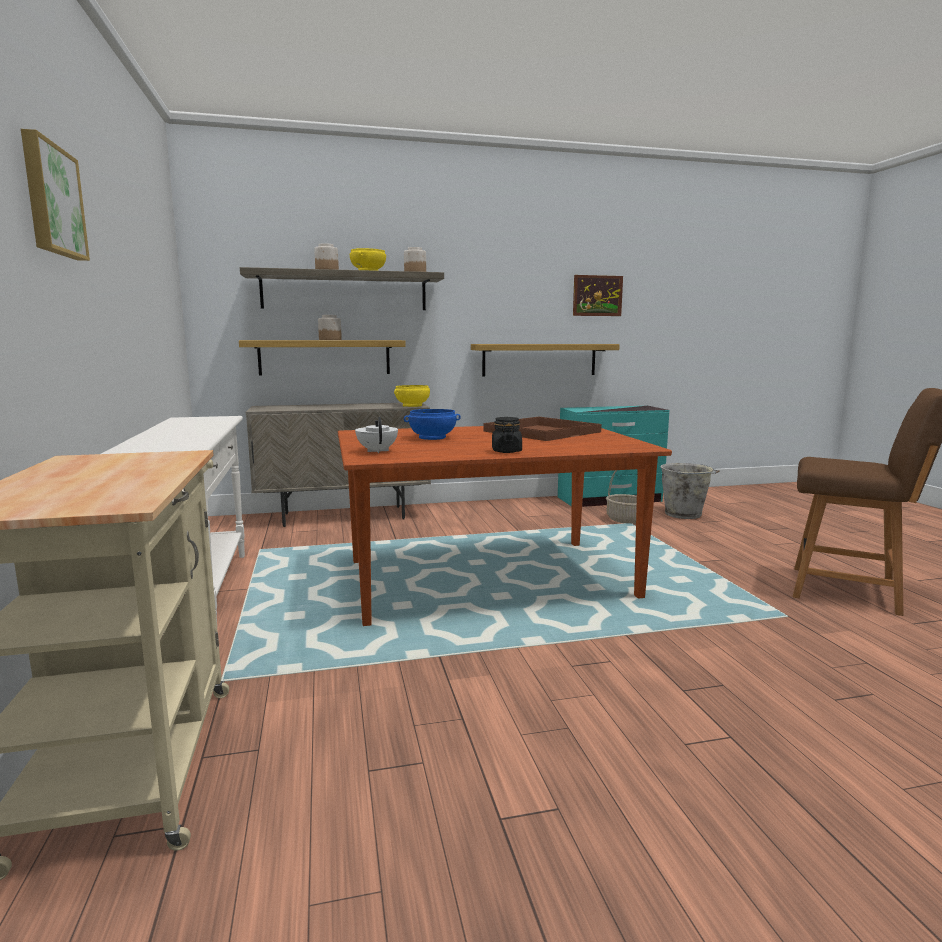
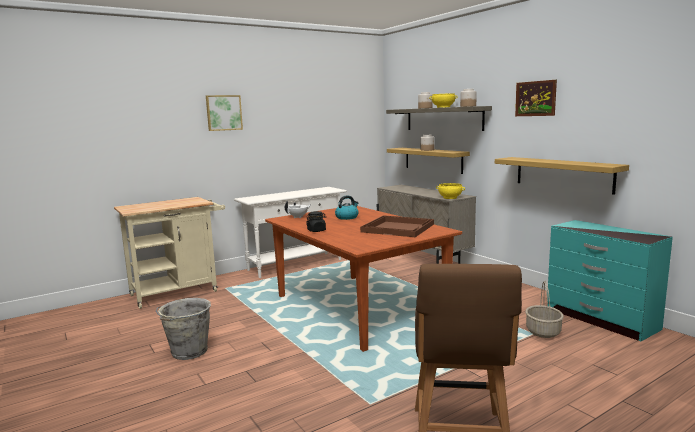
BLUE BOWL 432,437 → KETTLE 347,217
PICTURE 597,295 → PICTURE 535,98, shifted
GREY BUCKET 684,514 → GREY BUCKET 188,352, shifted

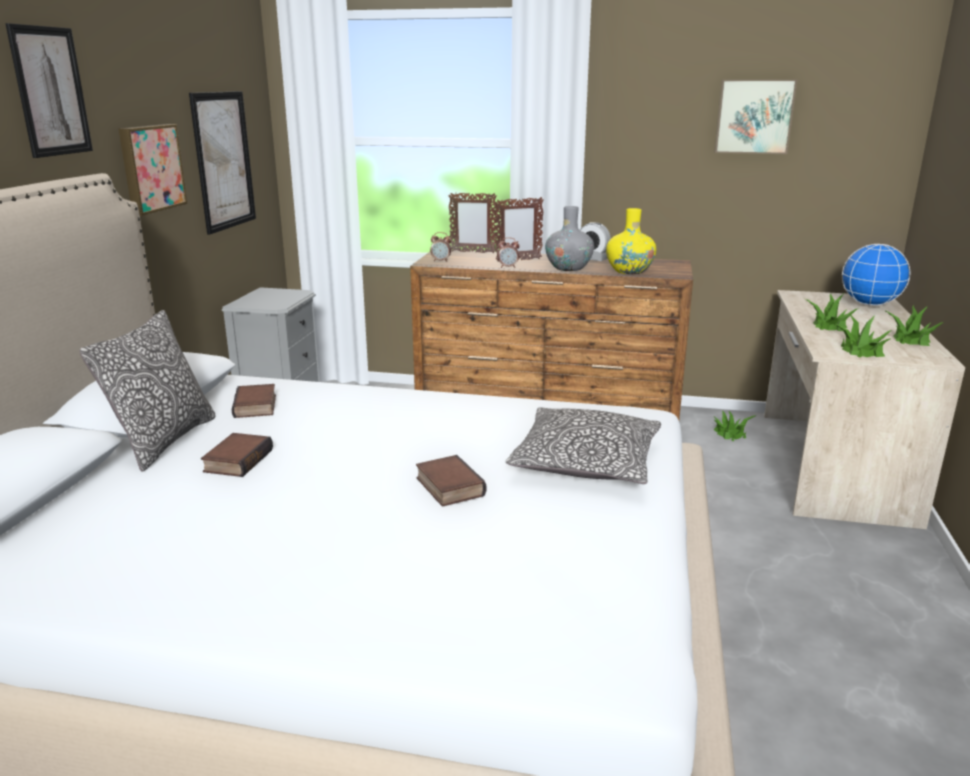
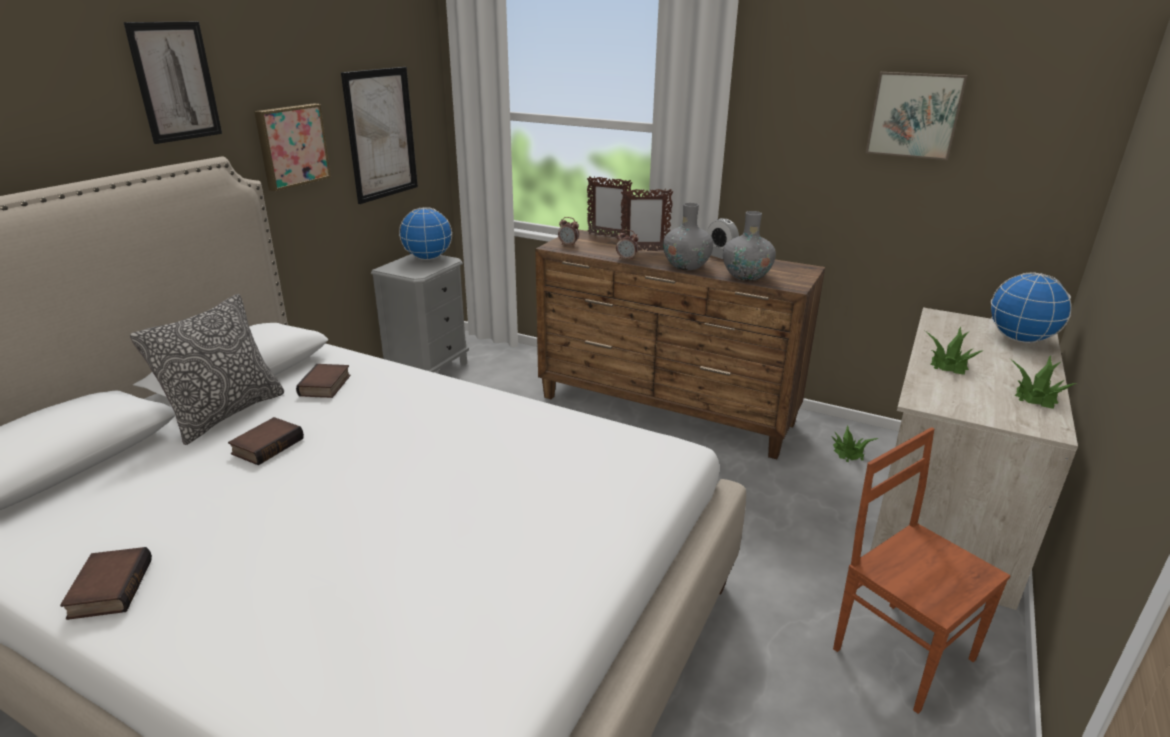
BOOK 447,487 → BOOK 109,588, shifted
PILLOW 586,462 → -
YELLOW VASE 629,271 → GREY VASE 746,276
POTTED PLANT 861,350 → -
- → GLOBE 428,258
- → BROWN CHAIR 902,651

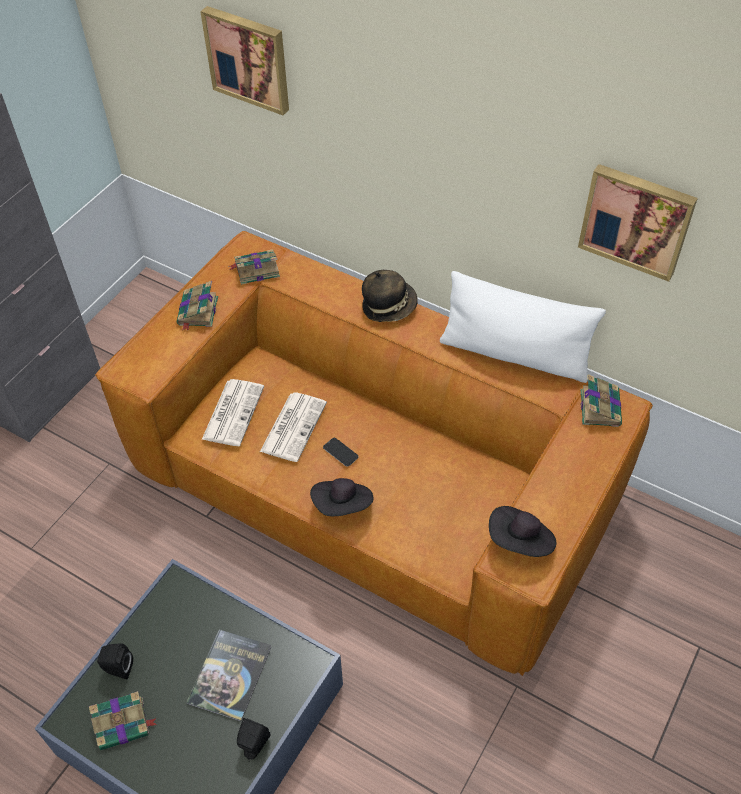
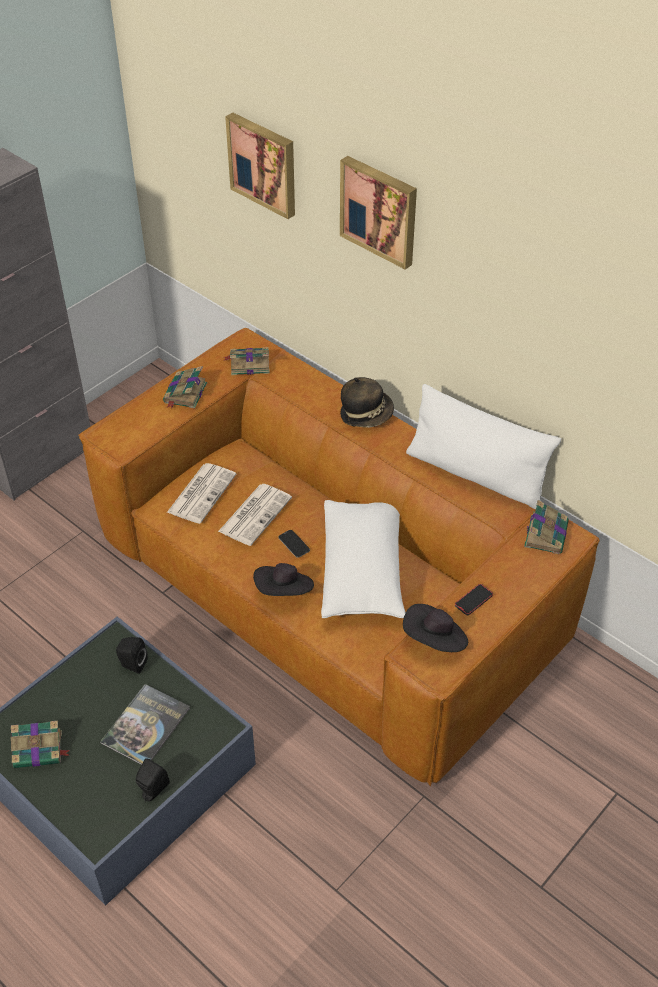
BLACK SPEAKER 117,669 → BLACK SPEAKER 132,664, shifted
PICTURE 636,220 → PICTURE 380,210, shifted
- → WHITE PILLOW 362,571
- → PHONE 473,600

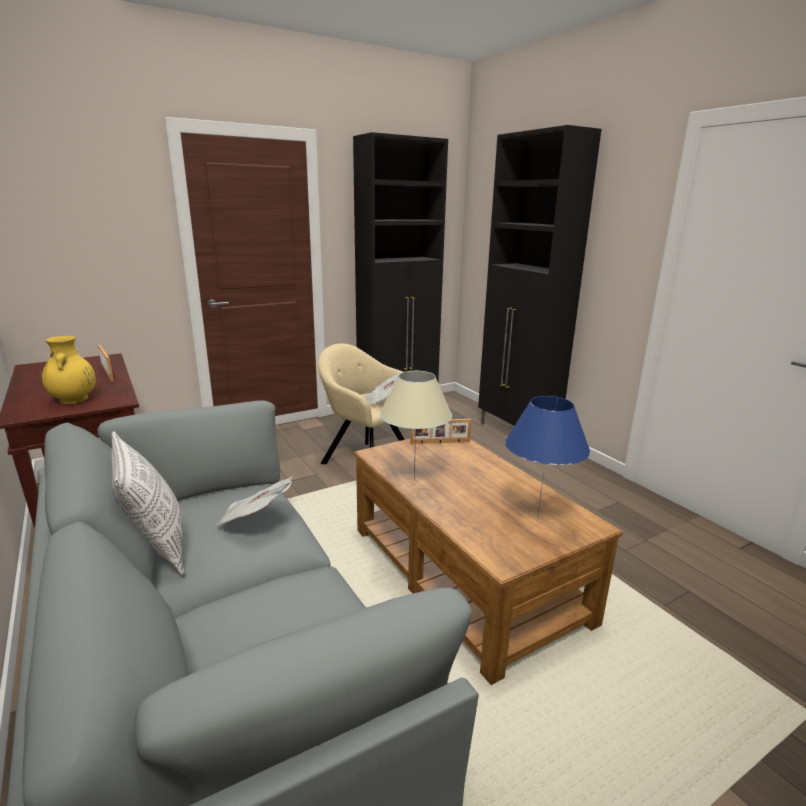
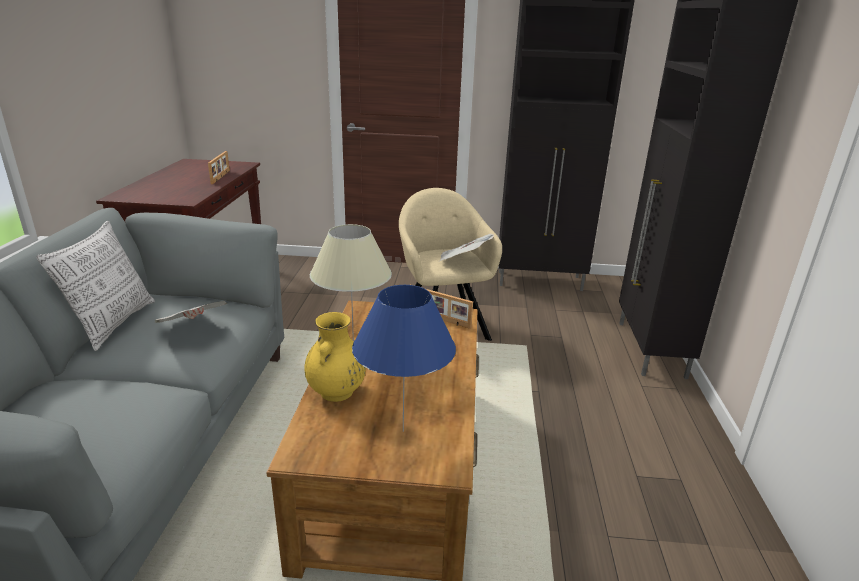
YELLOW VASE 74,400 → YELLOW VASE 336,392, shifted

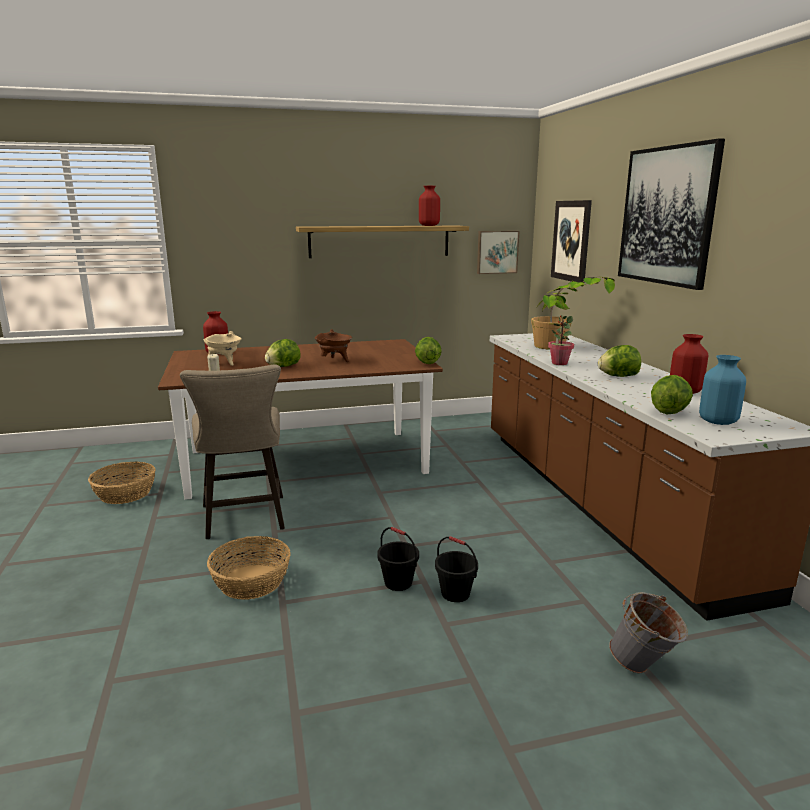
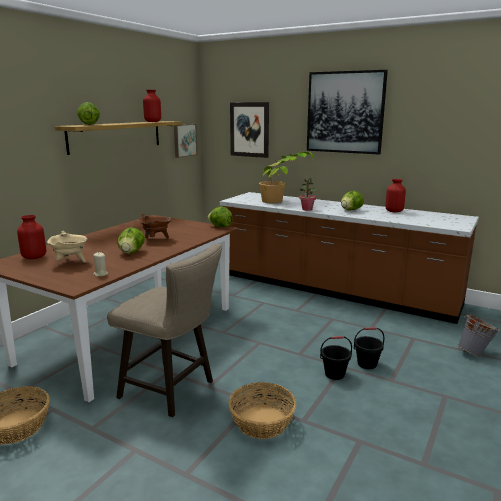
LETTUCE 669,412 → LETTUCE 89,125, shifted
BLUE VASE 717,421 → -

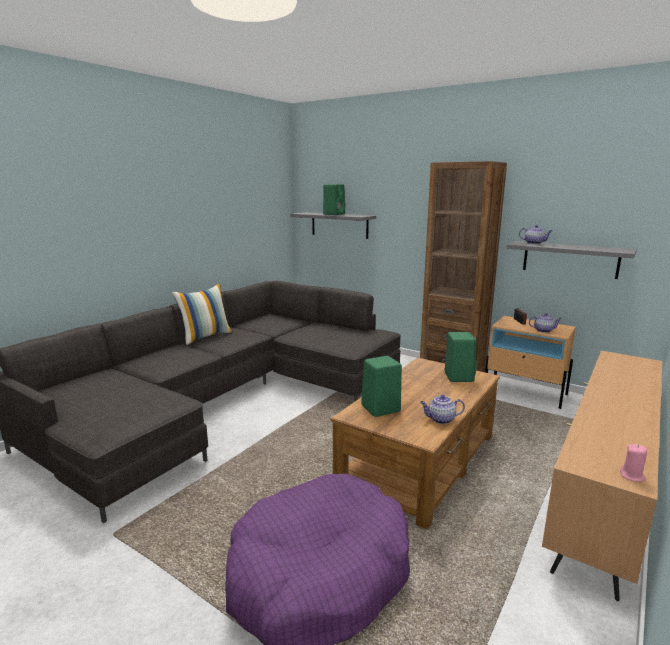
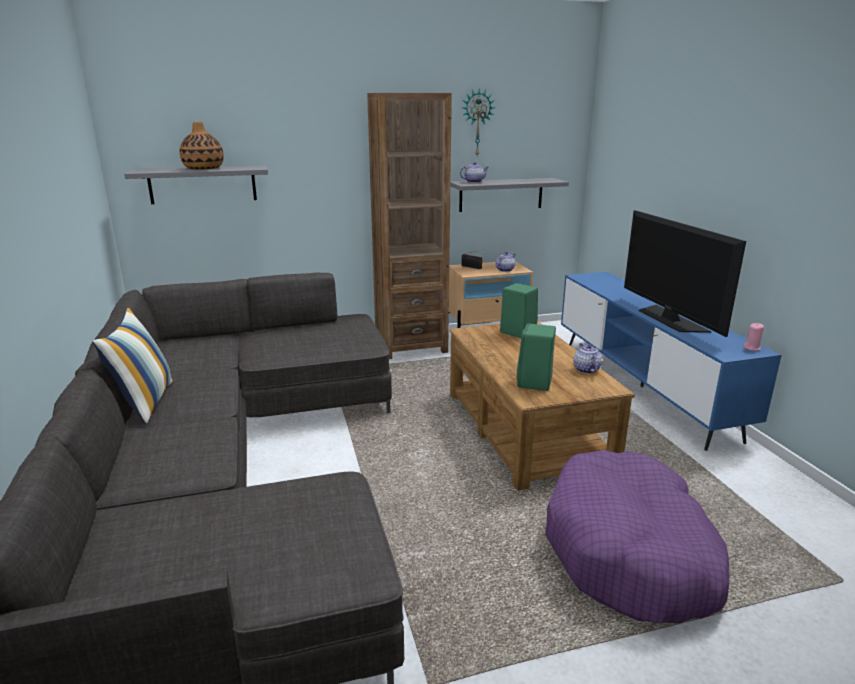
GREEN SPEAKER 334,214 → VASE 203,168
TEAPOT 440,419 → TEAPOT 586,369, 135 degrees clockwise
BROWN TV STAND 602,490 → BLUE TV STAND 641,386
- → WALL CLOCK 477,123
- → TELEVISION 670,319

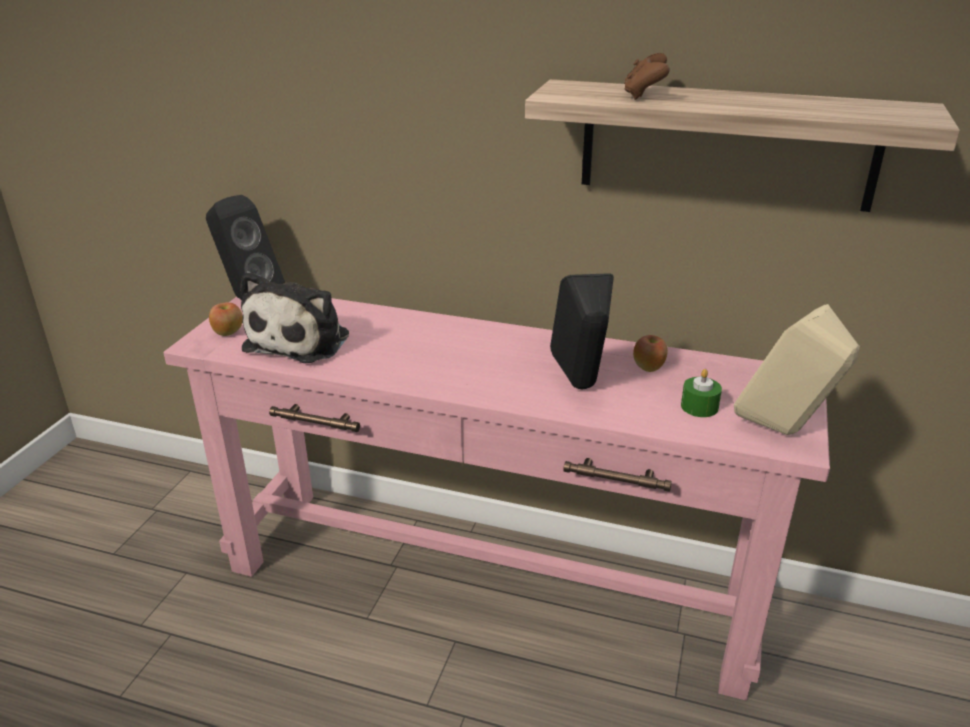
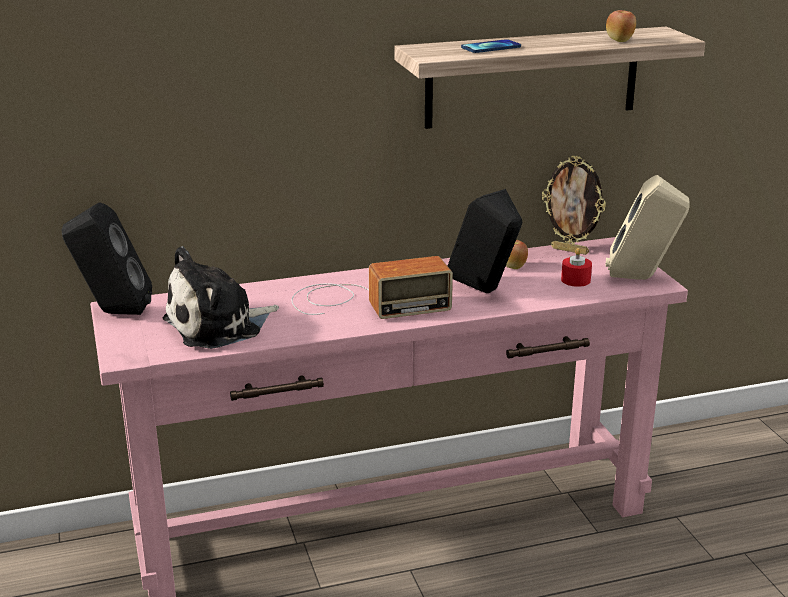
APPLE 228,333 → APPLE 620,41, shifted
PLUSH TOY 302,340 → PLUSH TOY 218,326, 75 degrees clockwise
BROWN GAME CONTROLLER 644,95 → PHONE 491,48
GREEN CANDLE 699,407 → RED CANDLE 575,280
- → RADIO 364,301
- → PICTURE FRAME 570,250

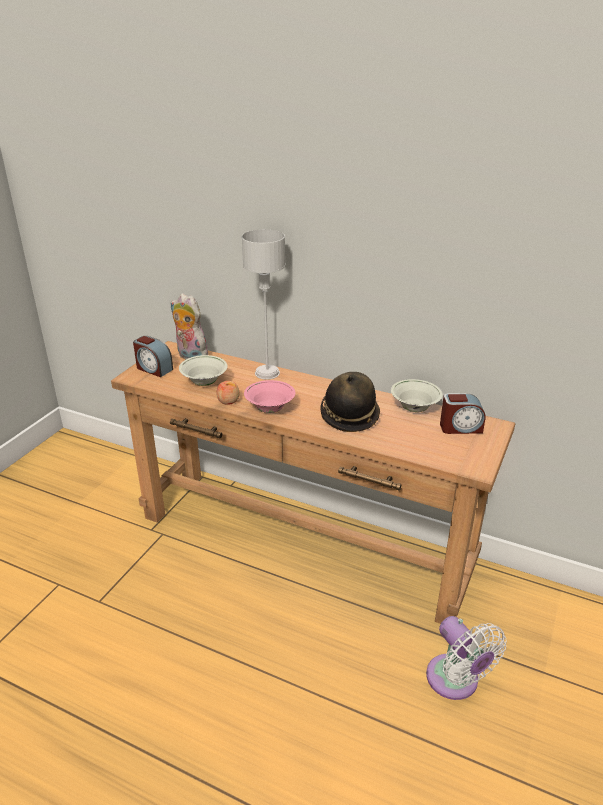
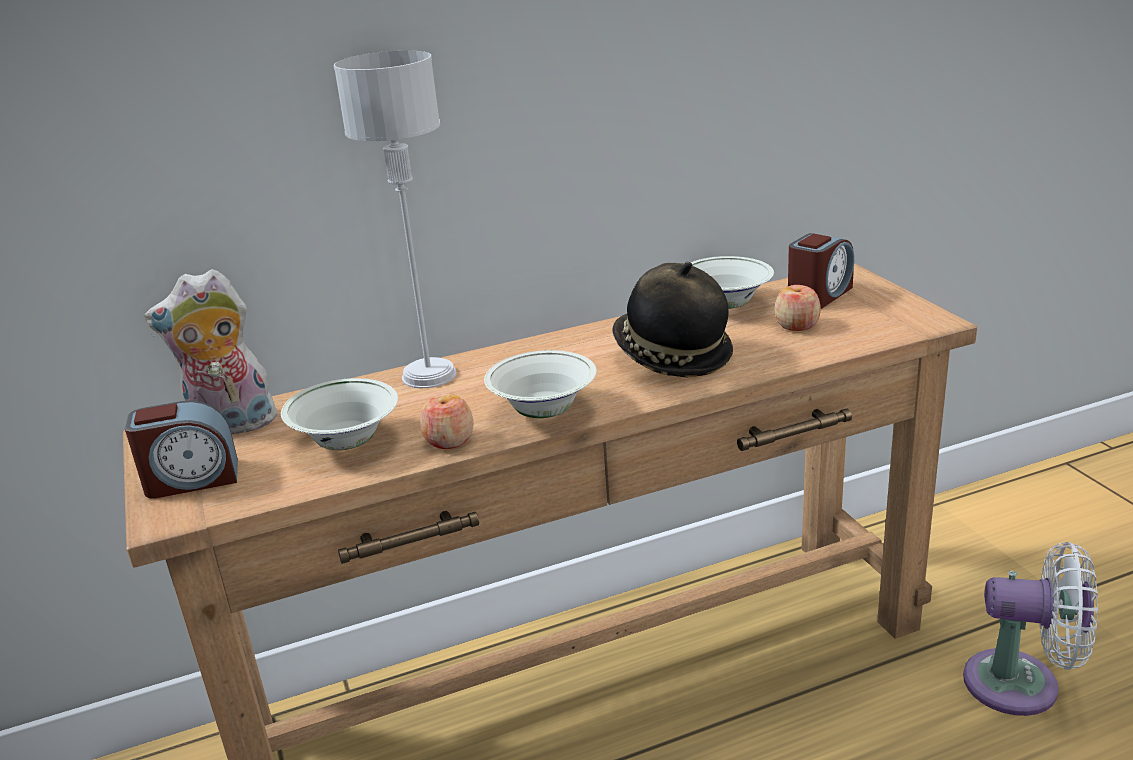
PINK BOWL 270,409 → WHITE BOWL 544,412
- → APPLE 797,325

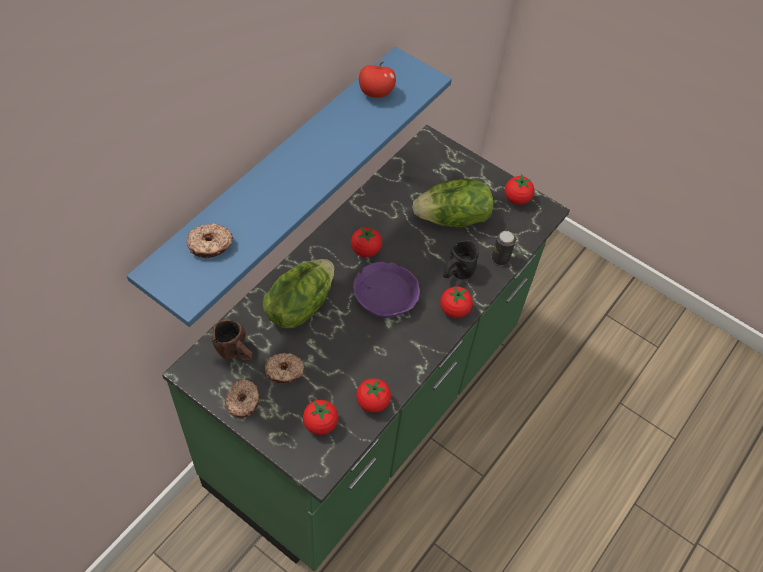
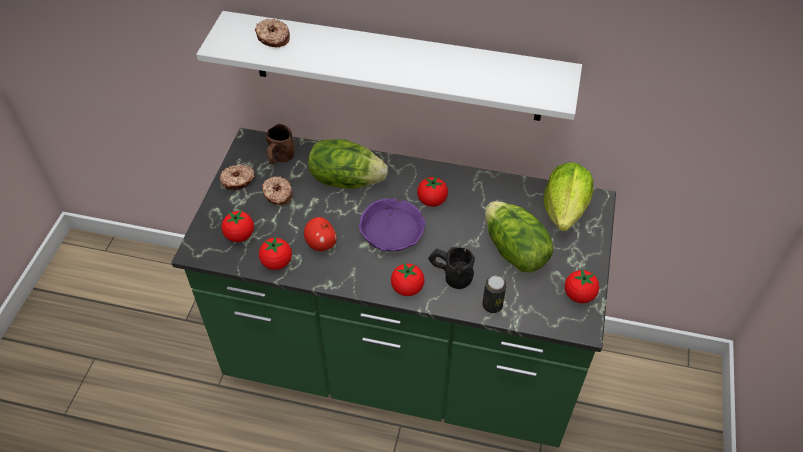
BLUE SHELF 276,176 → WHITE SHELF 396,67
APPLE 376,93 → APPLE 321,244, shifted
- → LETTUCE 565,210

